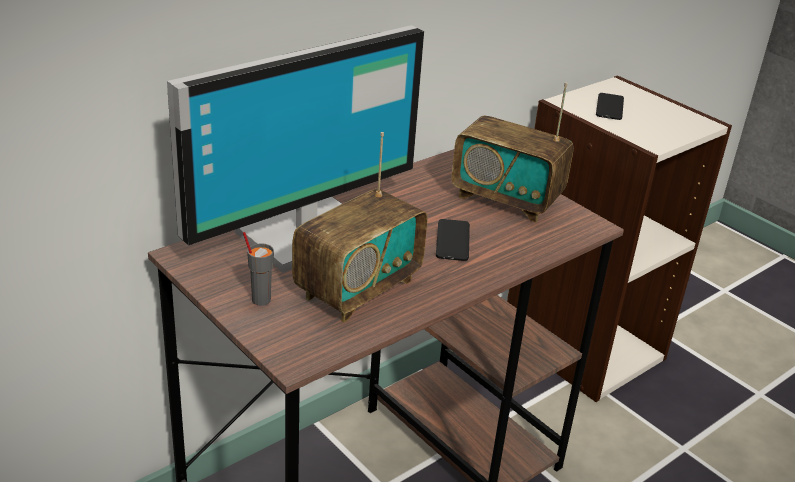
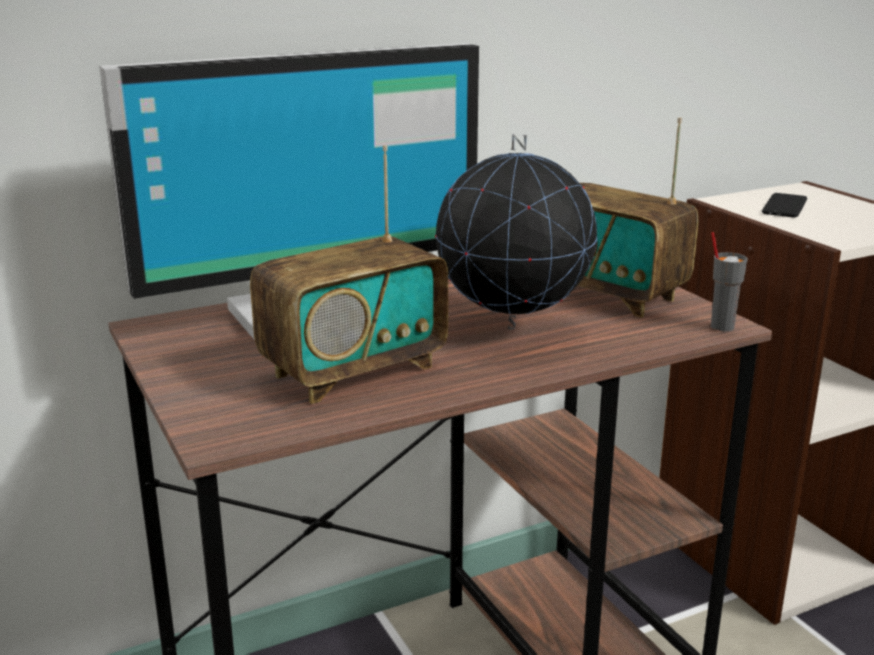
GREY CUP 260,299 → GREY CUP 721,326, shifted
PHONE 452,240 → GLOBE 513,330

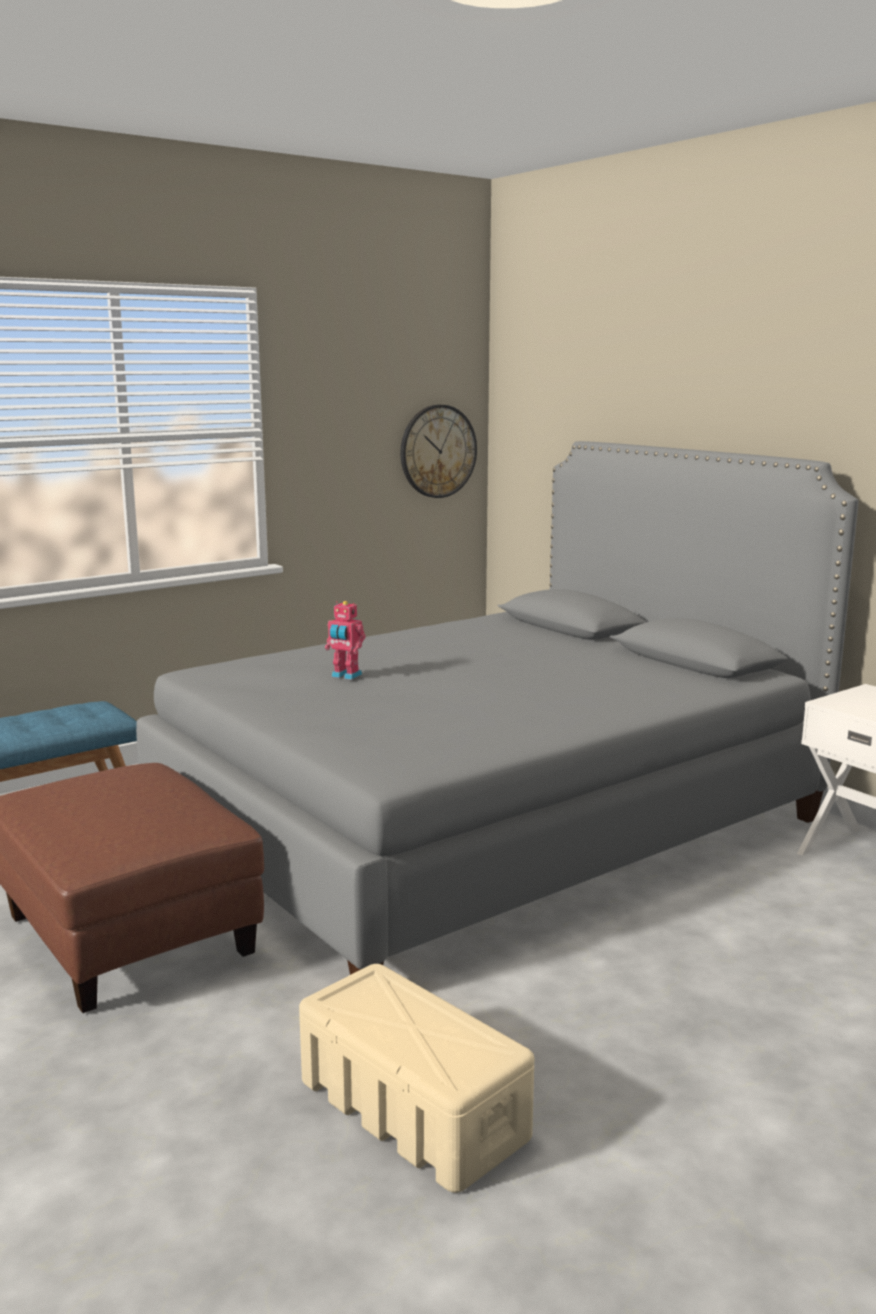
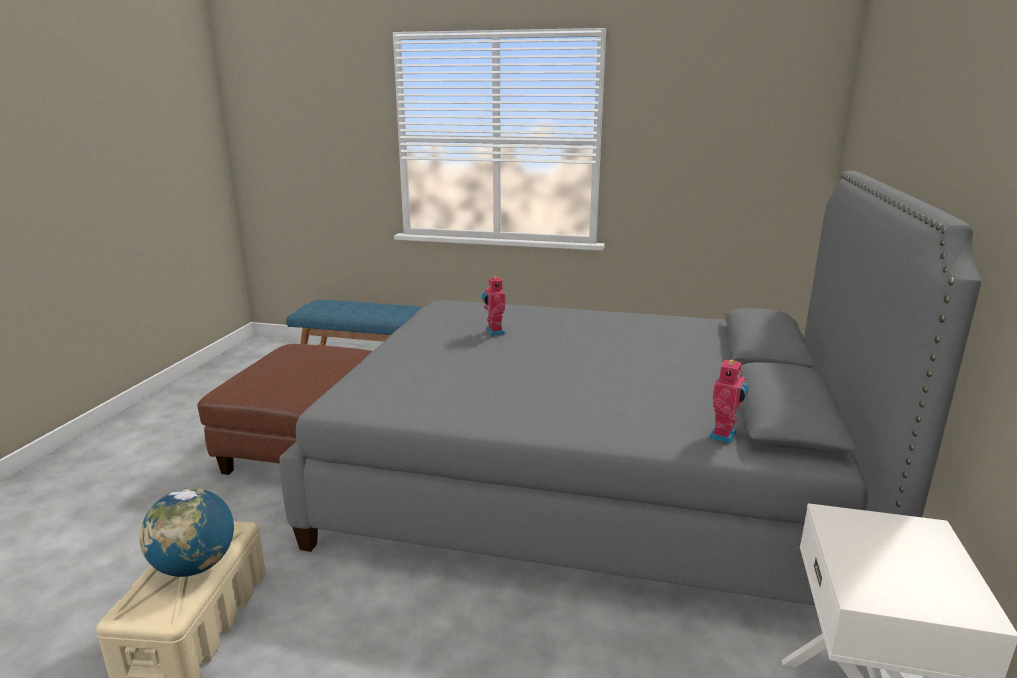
WALL CLOCK 438,451 → -
- → GLOBE 195,566
- → TOY ROBOT 724,436

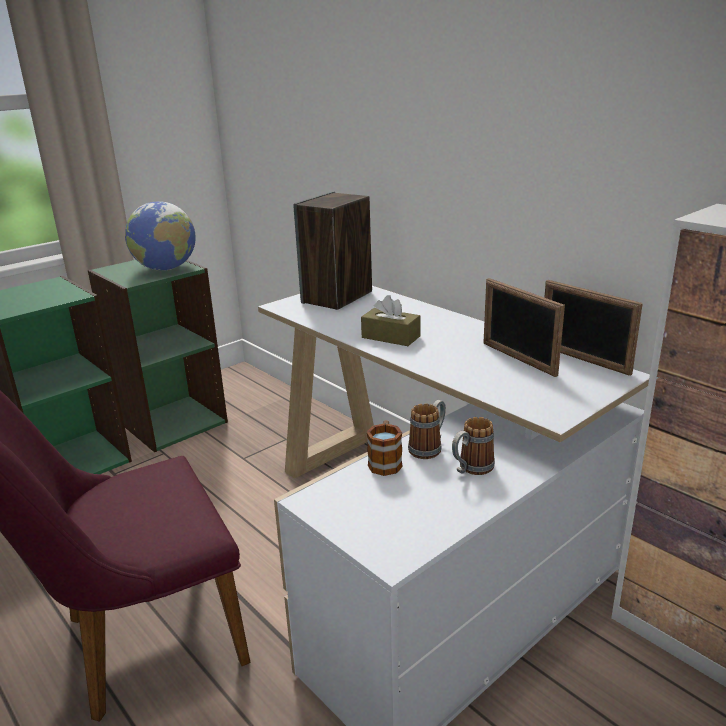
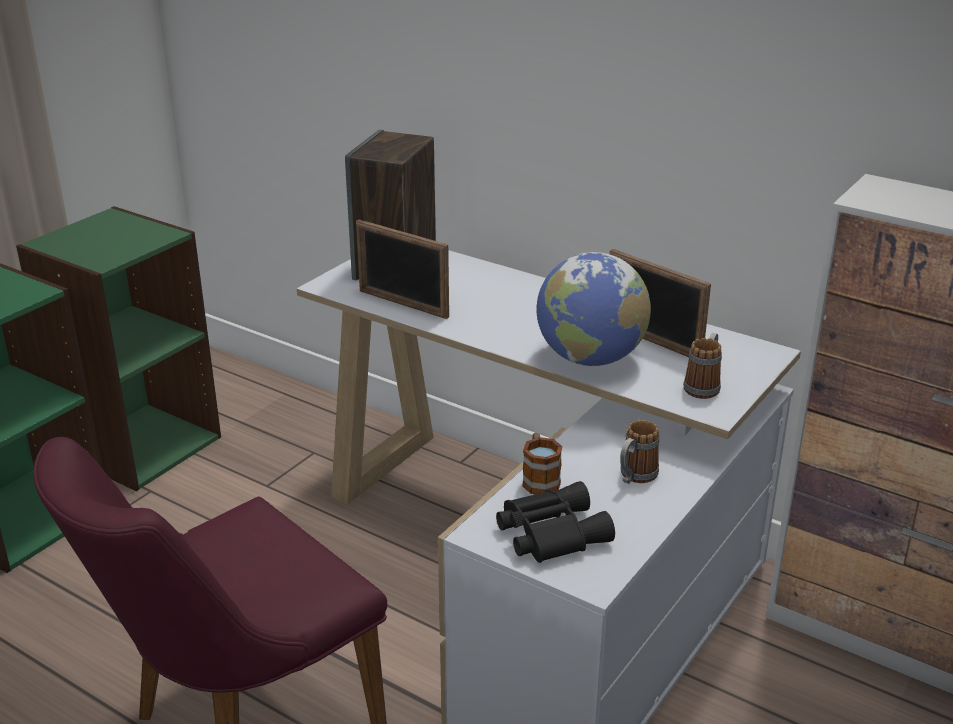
GLOBE 165,269 → GLOBE 590,358, shifted
BROWN TISSUE BOX 390,337 → -
MUG 429,447 → MUG 704,386, shifted
PICTURE FRAME 583,360 → PICTURE FRAME 403,304, shifted
- → BLACK BINOCULARS 549,532

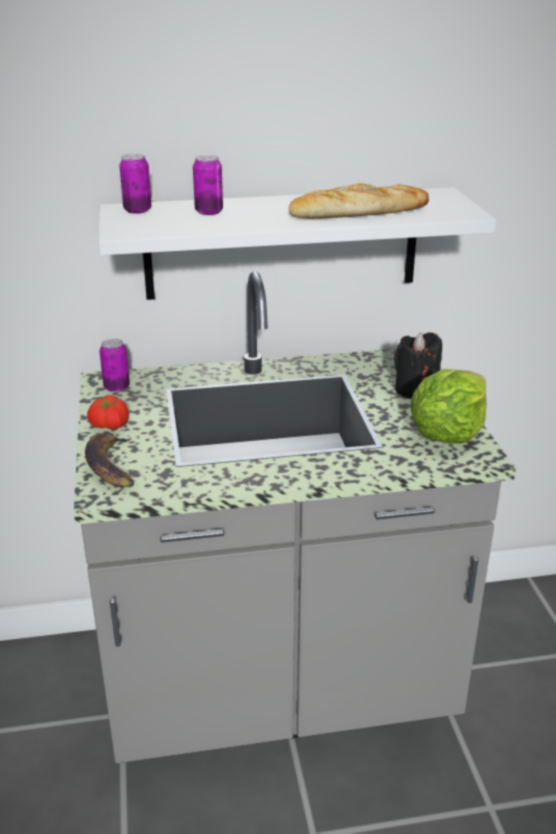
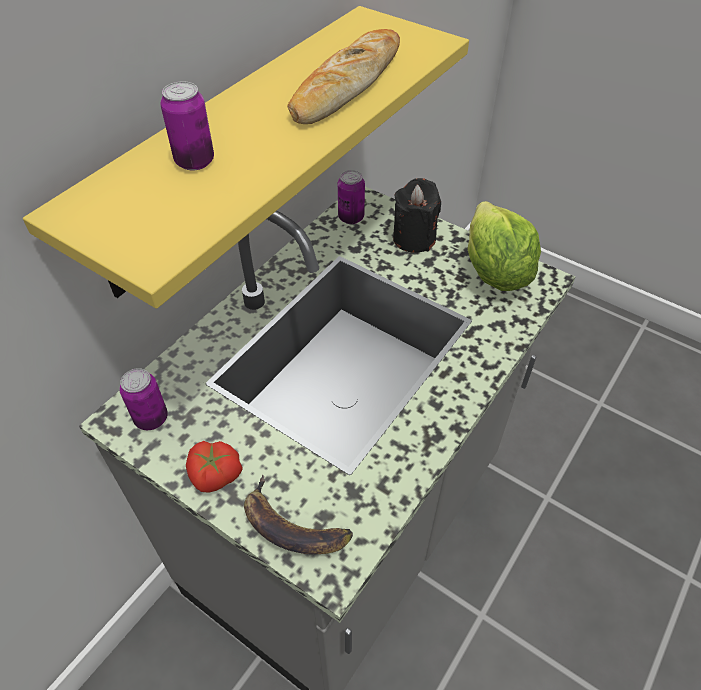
WHITE SHELF 282,243 → YELLOW SHELF 231,149
CAN 137,210 → CAN 351,218, shifted

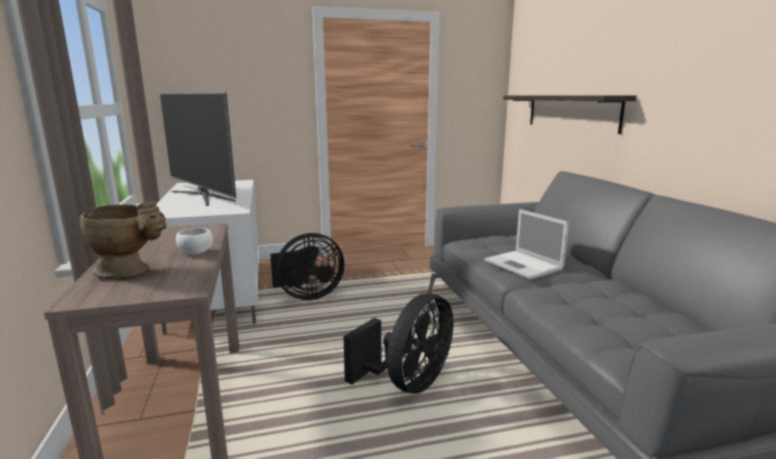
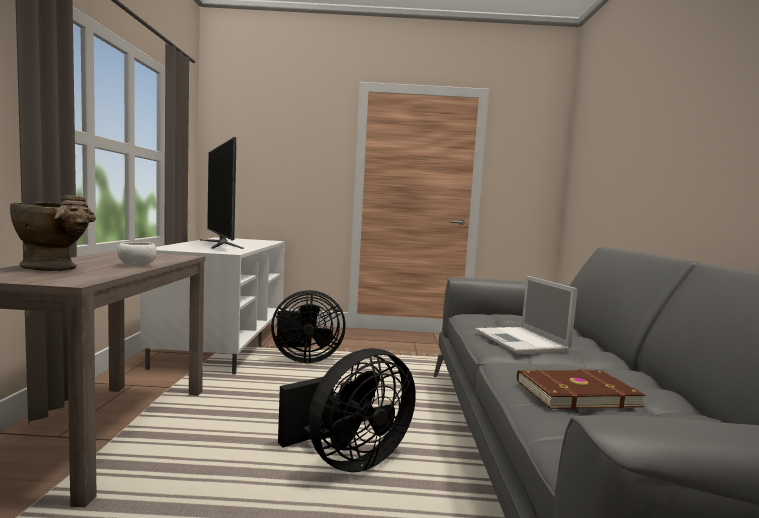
SHELF 571,112 → -
- → BROWN BOOK 574,393

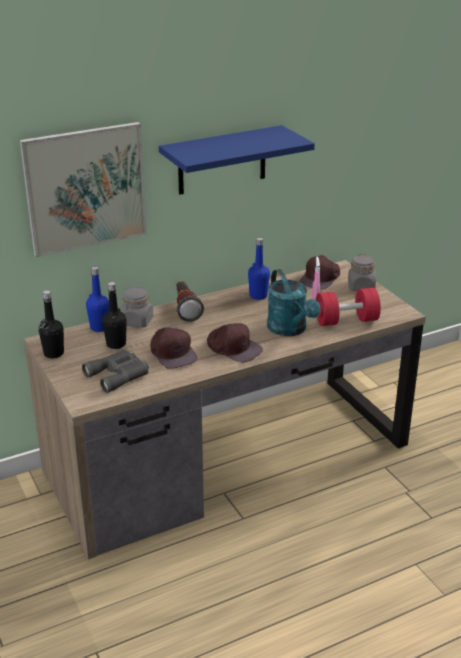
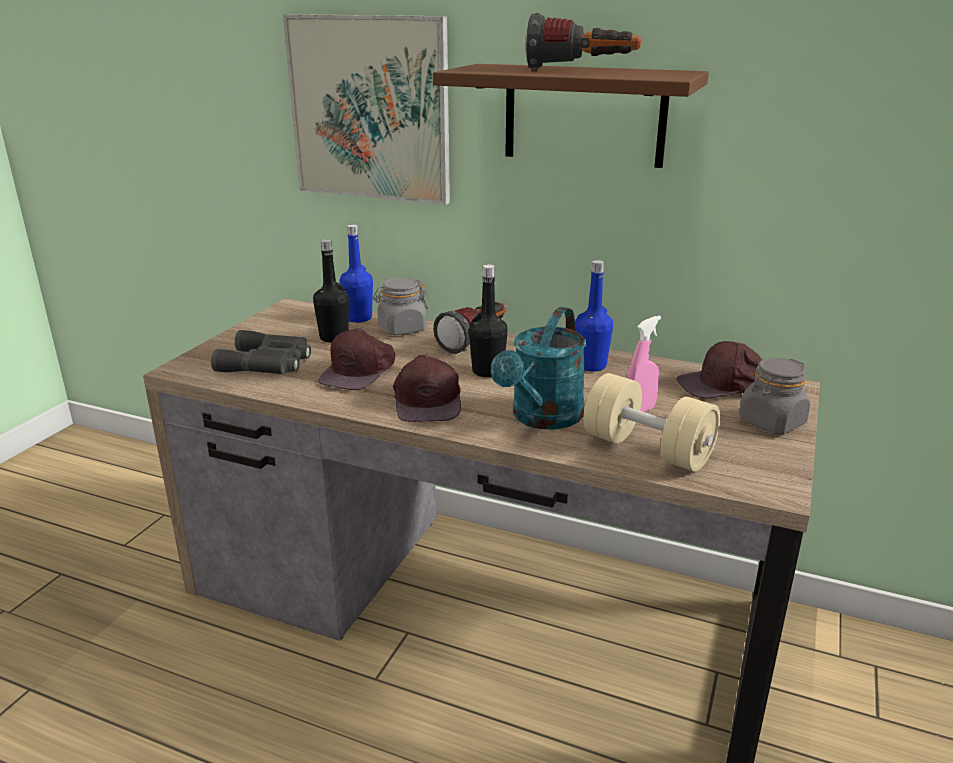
BLACK BOTTLE 54,353 → BLACK BOTTLE 487,371, shifted
BLUE SHELF 222,160 → BROWN SHELF 584,115
RED DUMBBELL 346,321 → BEIGE DUMBBELL 647,449
- → FLASHLIGHT 580,70

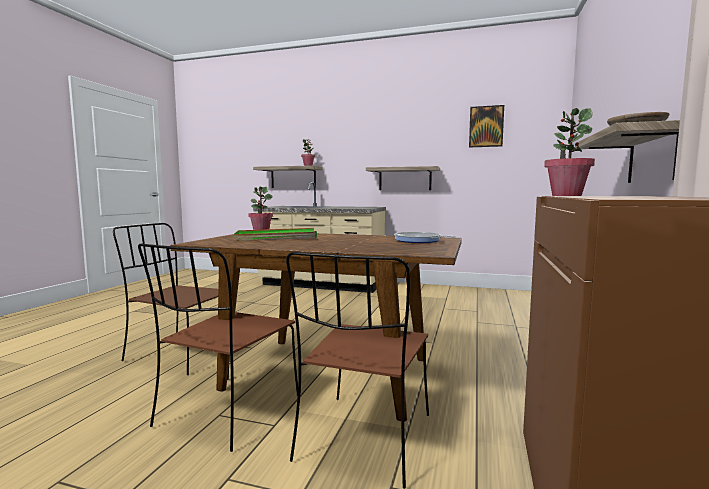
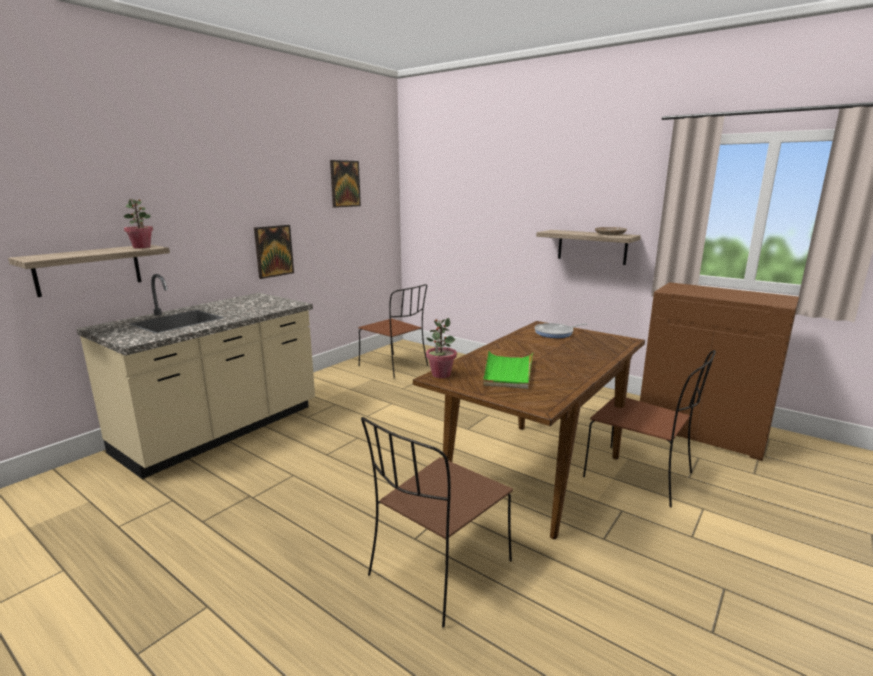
BROWN CHAIR 227,412 → BROWN CHAIR 394,366, shifted
SHELF 405,179 → PICTURE 273,251
POTTED PLANT 566,195 → -

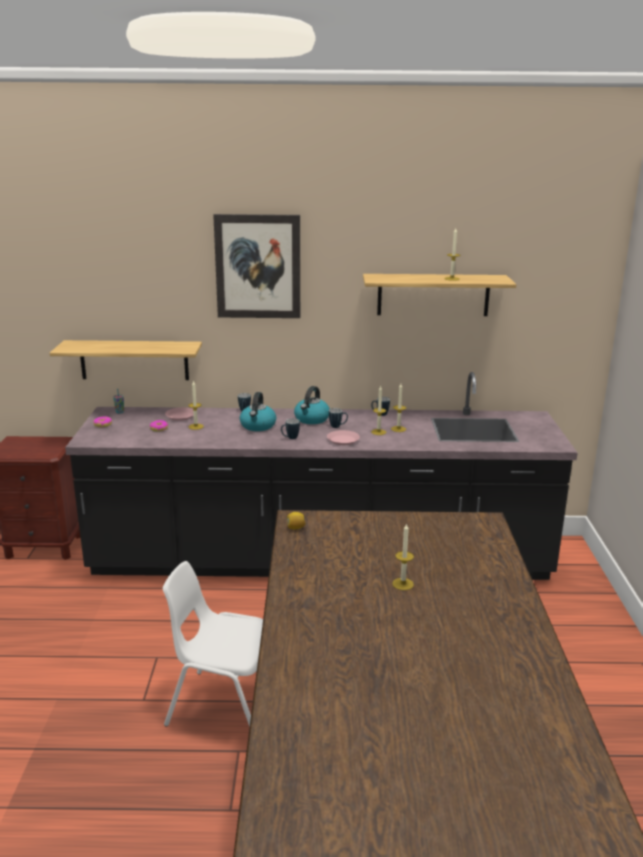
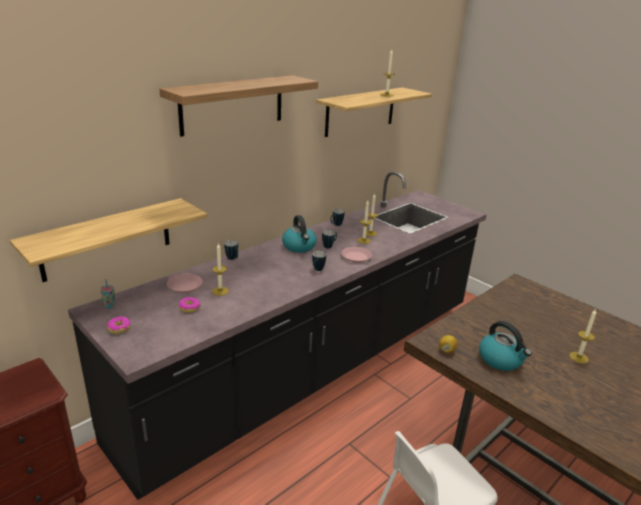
PICTURE 258,266 → SHELF 232,104
KETTLE 258,426 → KETTLE 501,360, shifted

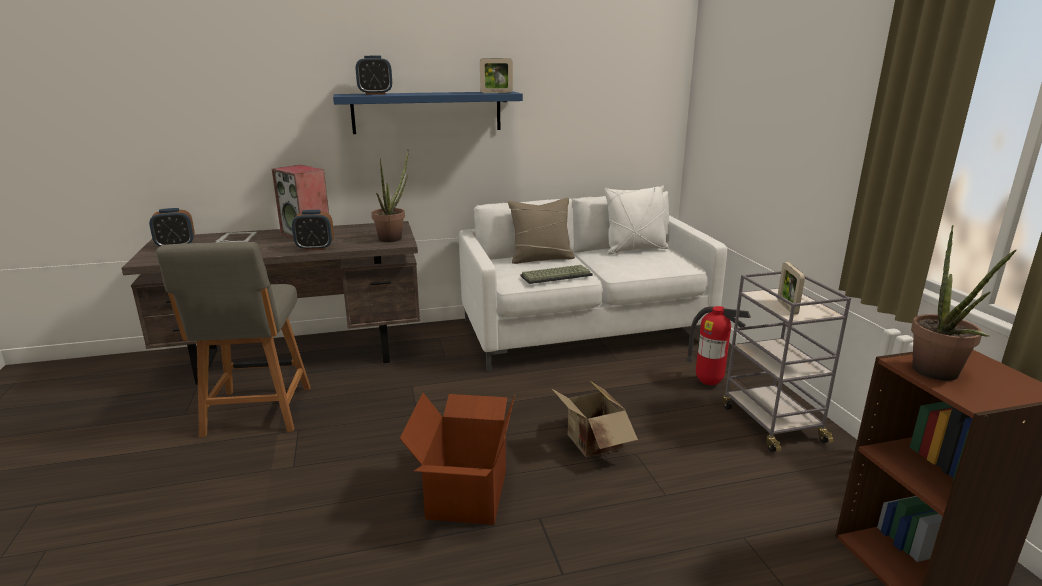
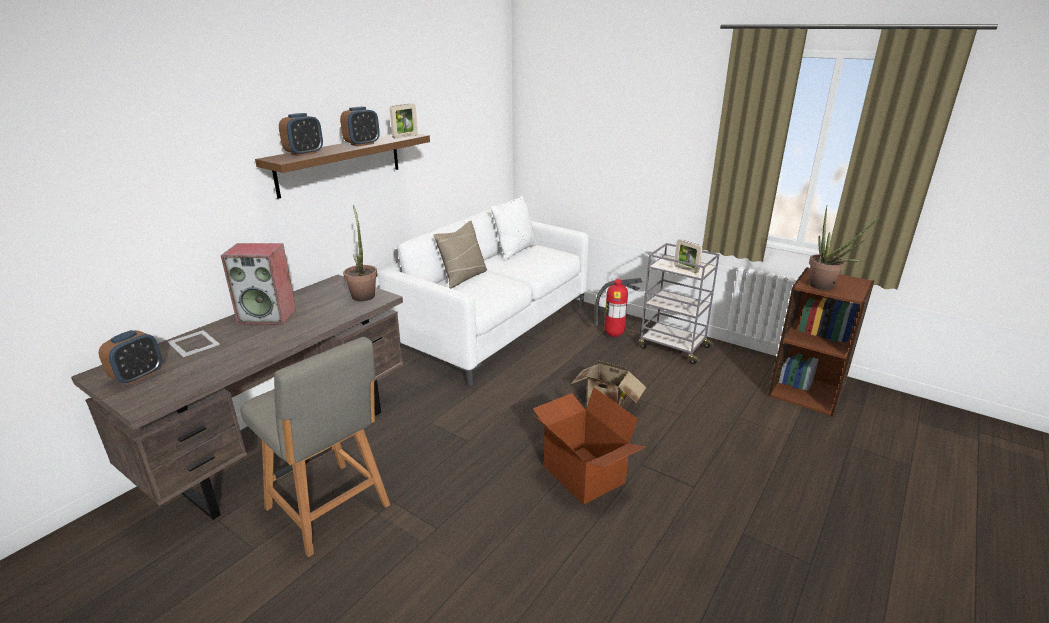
ALARM CLOCK 315,248 → ALARM CLOCK 362,144, shifted
BLUE SHELF 427,112 → BROWN SHELF 340,163
KEYBOARD 556,275 → -

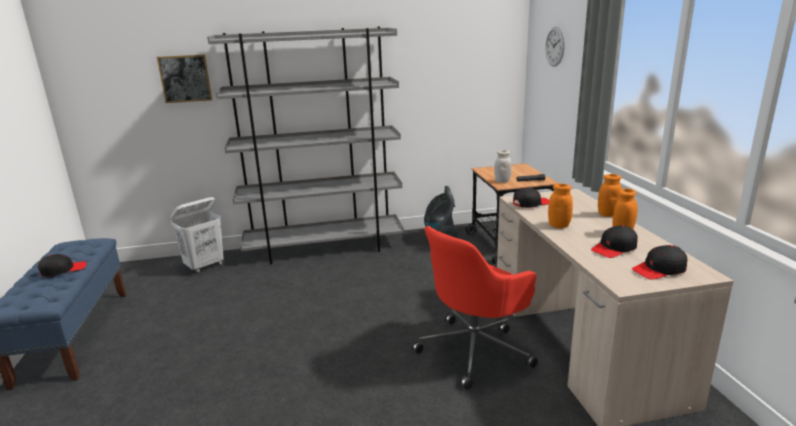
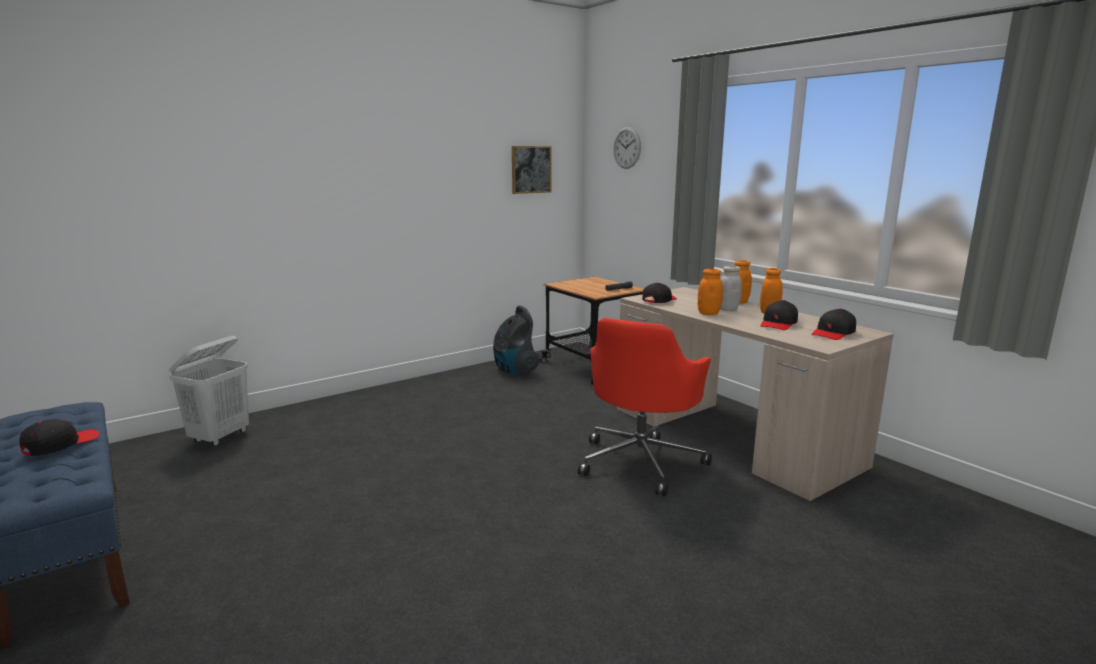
PICTURE 185,78 → PICTURE 531,169, shifted
GREY BOOKCASE 325,248 → -
WHITE JAR 502,181 → WHITE JAR 728,309, shifted

